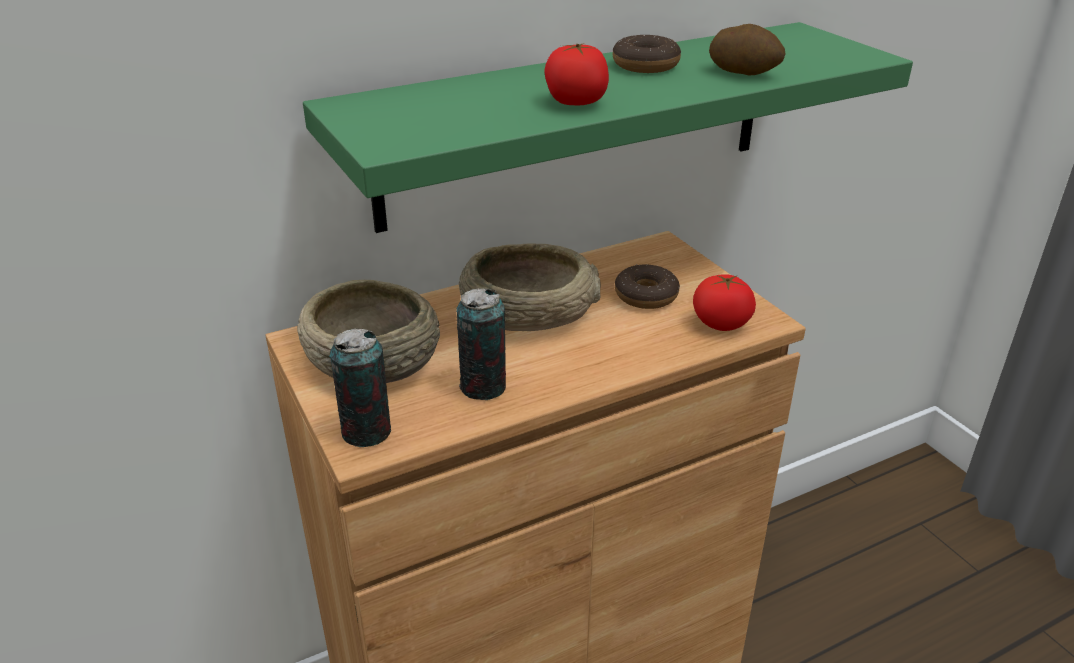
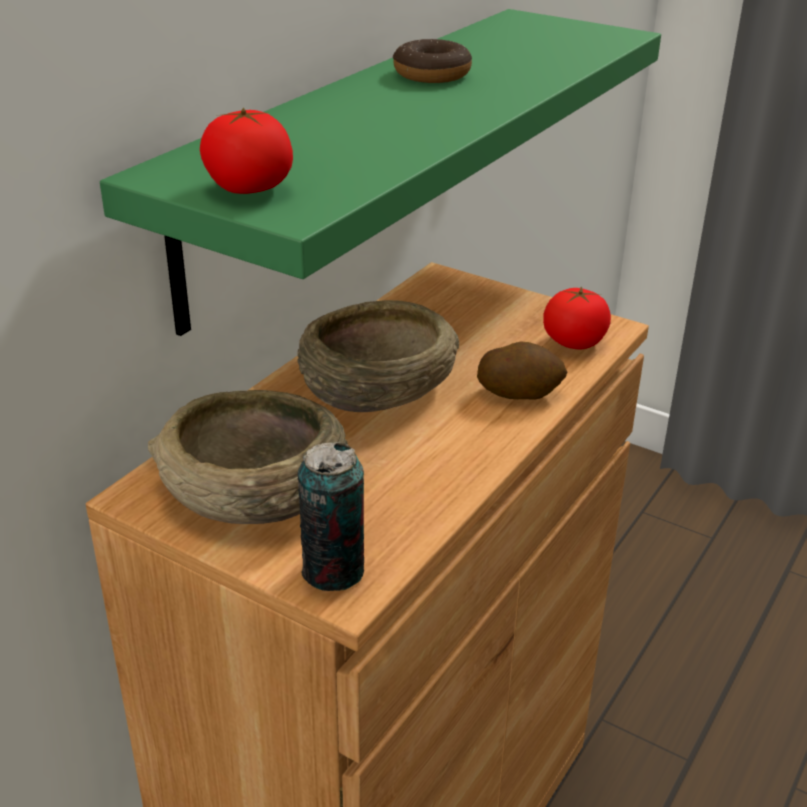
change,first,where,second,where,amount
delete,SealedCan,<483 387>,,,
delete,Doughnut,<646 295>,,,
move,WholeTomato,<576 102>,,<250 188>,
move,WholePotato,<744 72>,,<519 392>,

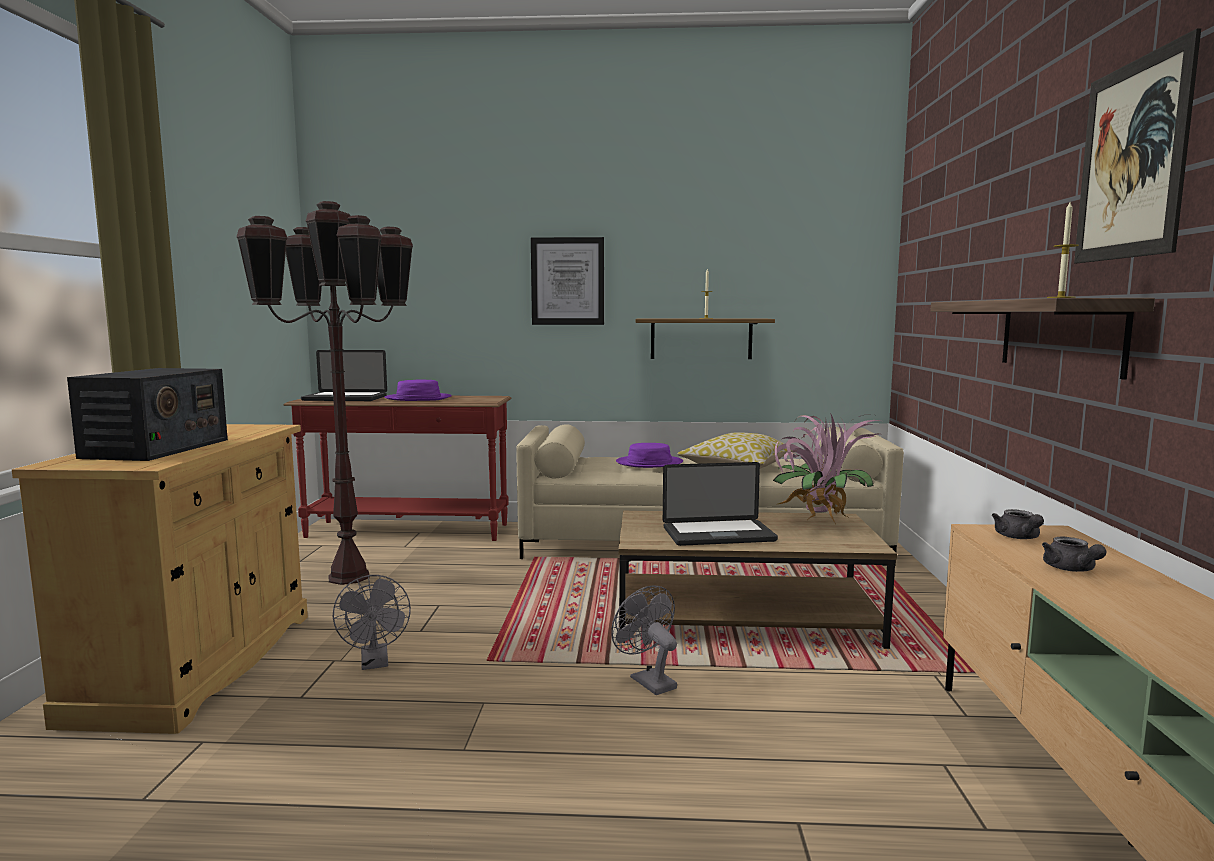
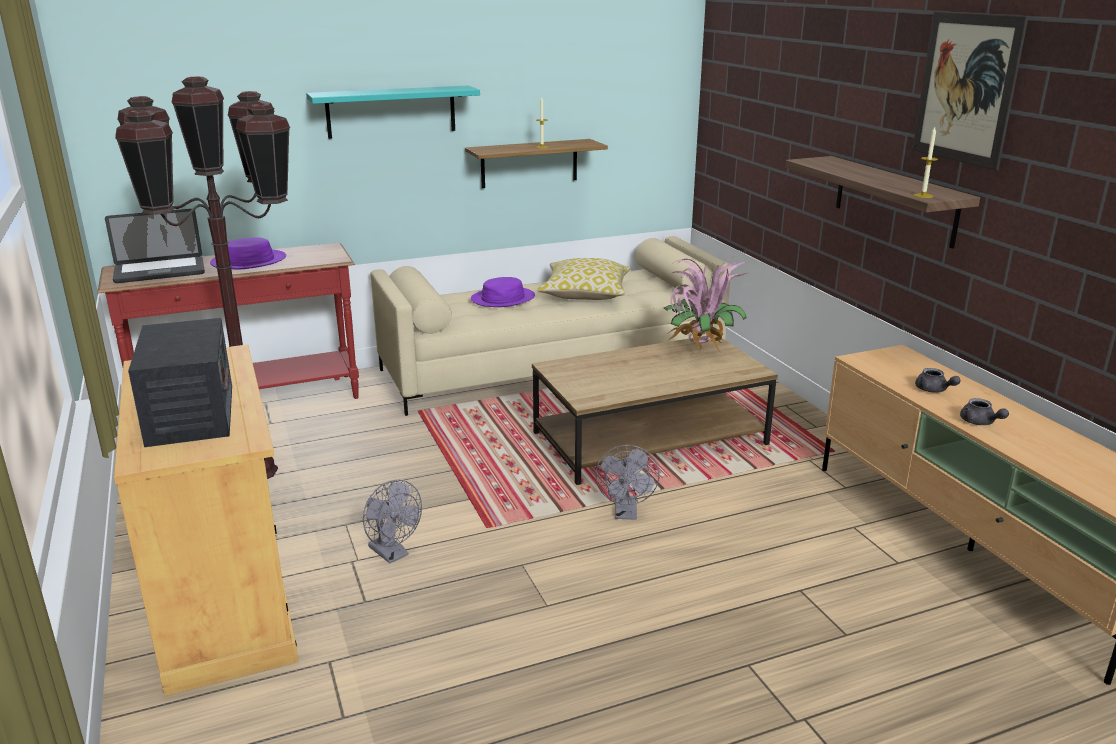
change,first,where,second,where,amount
delete,Laptop,<718 534>,,,
move,GreyishPotForTea,<1018 537>,,<980 423>,
replace,WallPicture,<567 281>,BlueGreenWallShelf,<391 111>,
rotate,GreyishElectricFan,<648 680>,,<626 513>,120 degrees counterclockwise

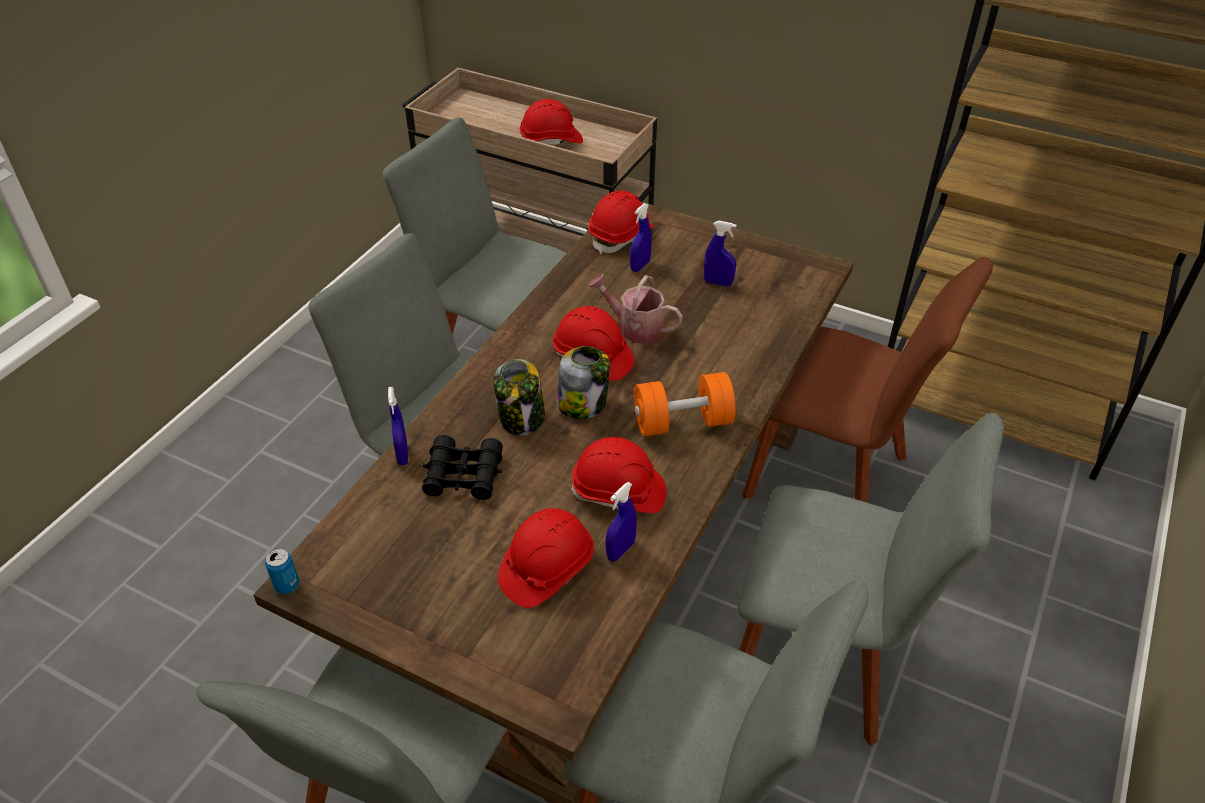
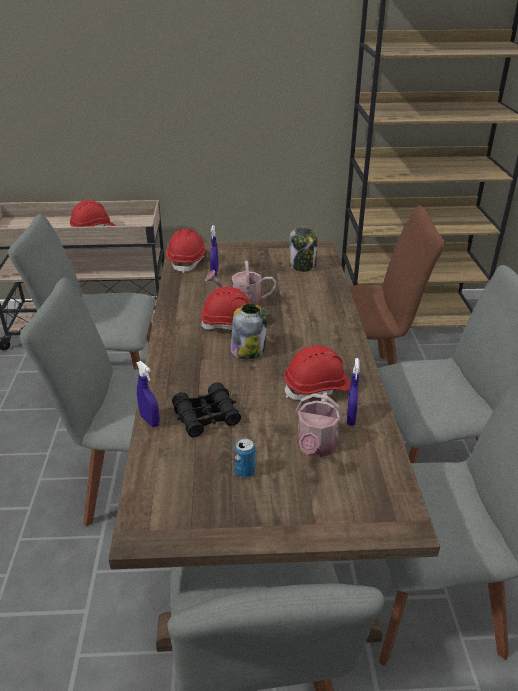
change,first,where,second,where,amount
delete,OrangeFreeWeight,<682 422>,,,
delete,BlueHandSprayer,<718 283>,,,
move,SealedCan,<287 585>,,<245 471>,
move,Jar,<522 419>,,<302 265>,
replace,ReddishHardHat,<546 569>,WateringPot,<315 447>,

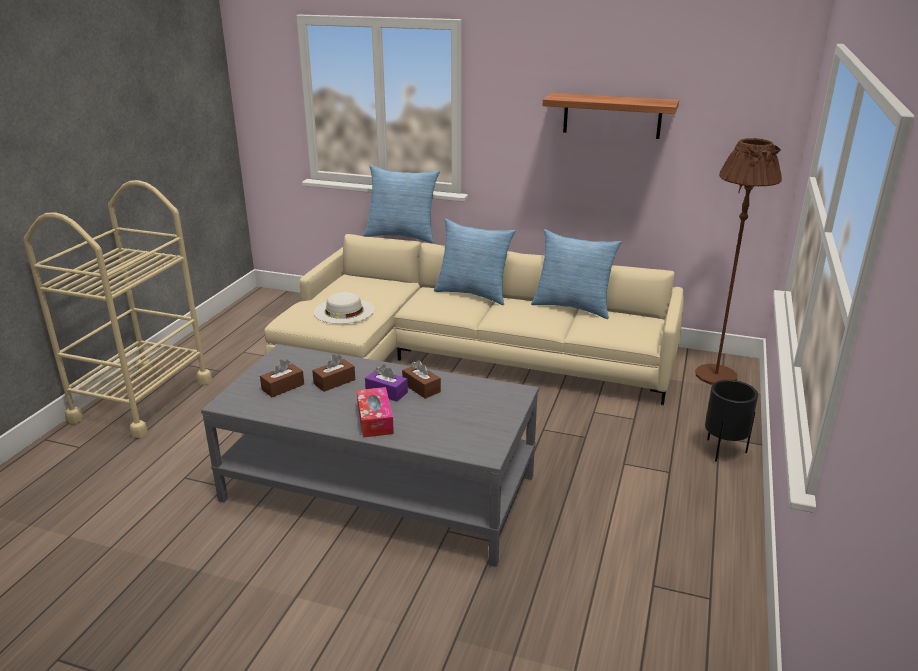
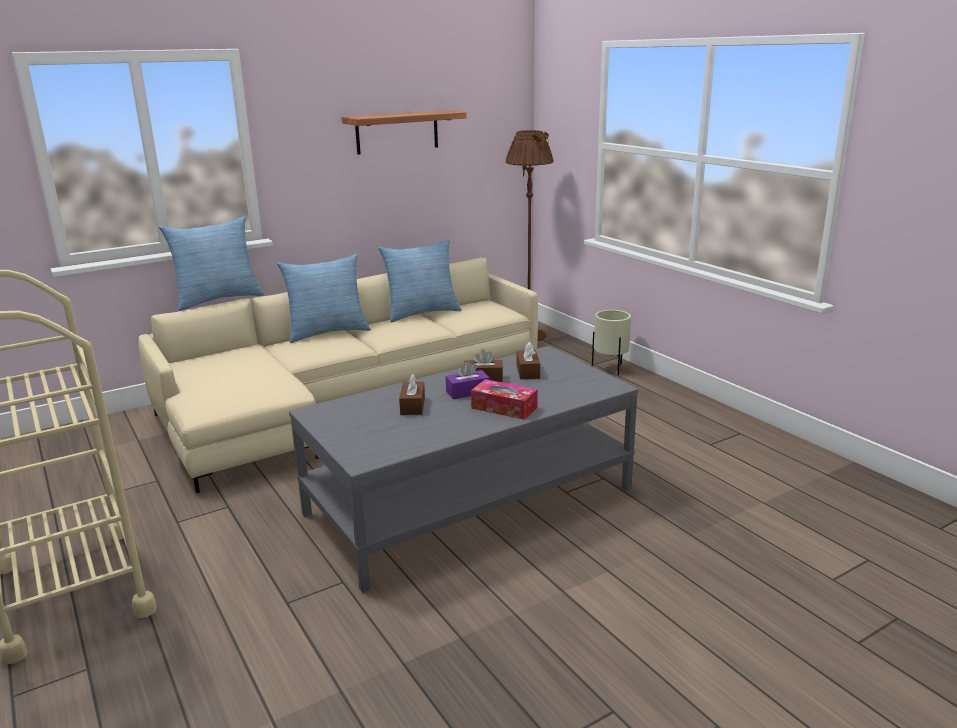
change,first,where,second,where,amount
delete,WhitishClothingHat,<344 311>,,,
move,BrownColouredTissueHolder,<283 387>,,<528 371>,
recolor,BlackColouredPlanter,<723 451>,BeigeColouredPlanter,<610 369>,

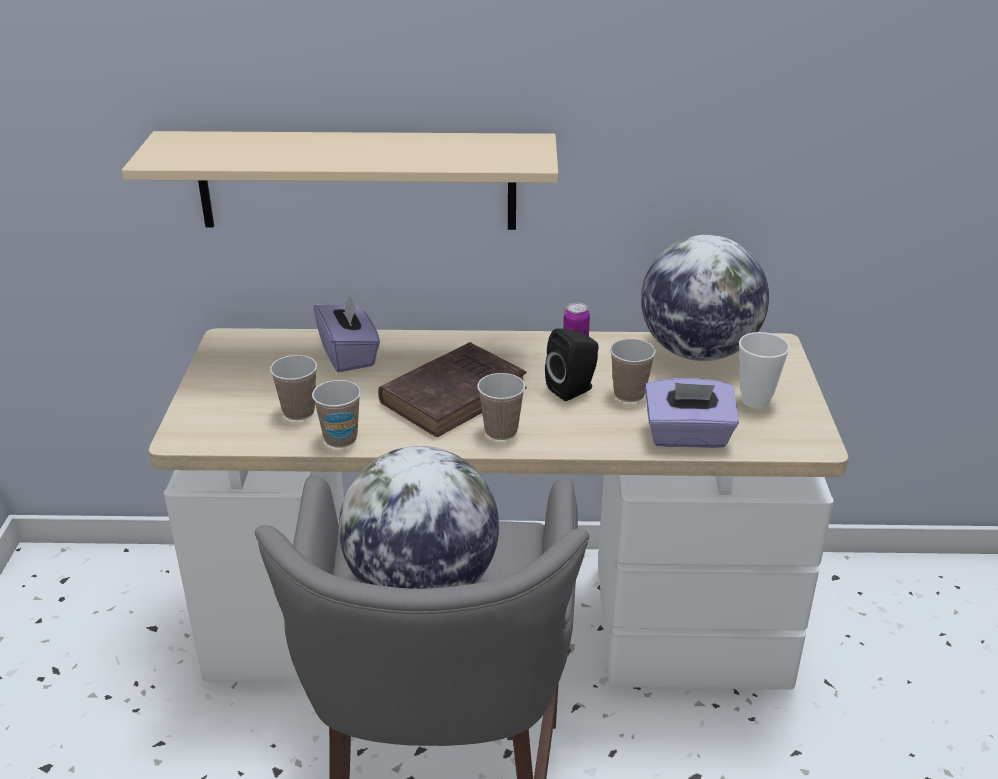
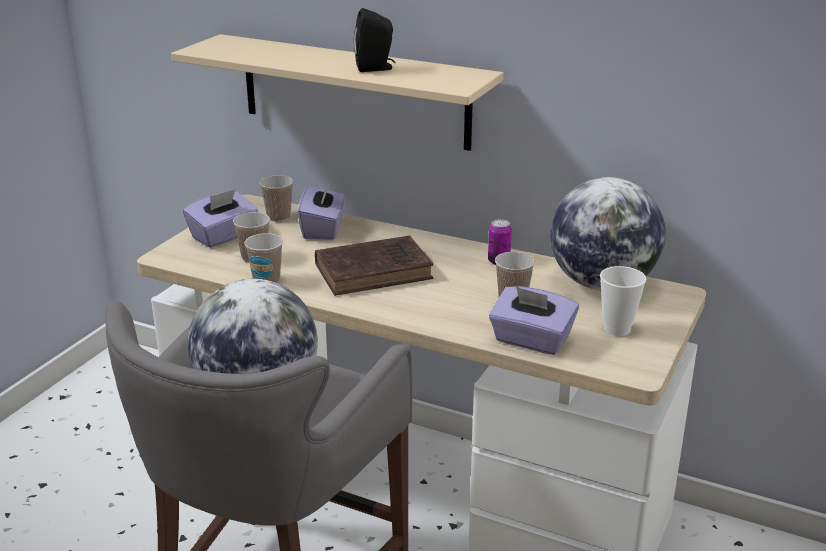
change,first,where,second,where,amount
insert,,,PurplishTissueHolder,<223 236>,
move,SmallCup,<501 431>,,<278 217>,
move,BlackColouredSpeaker,<573 389>,,<376 68>,

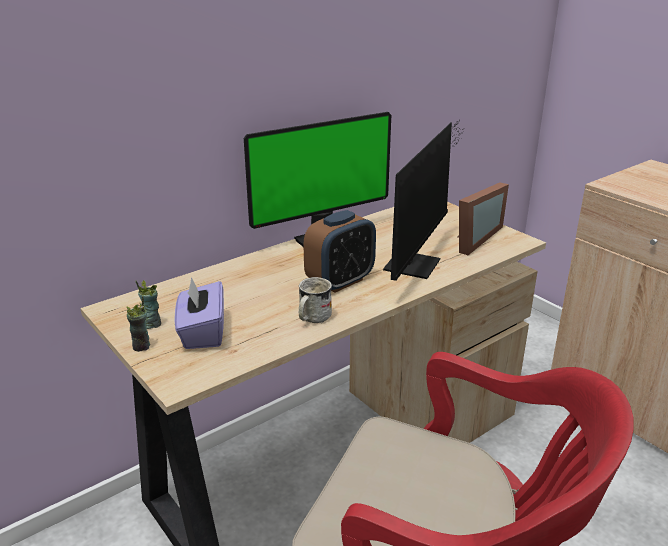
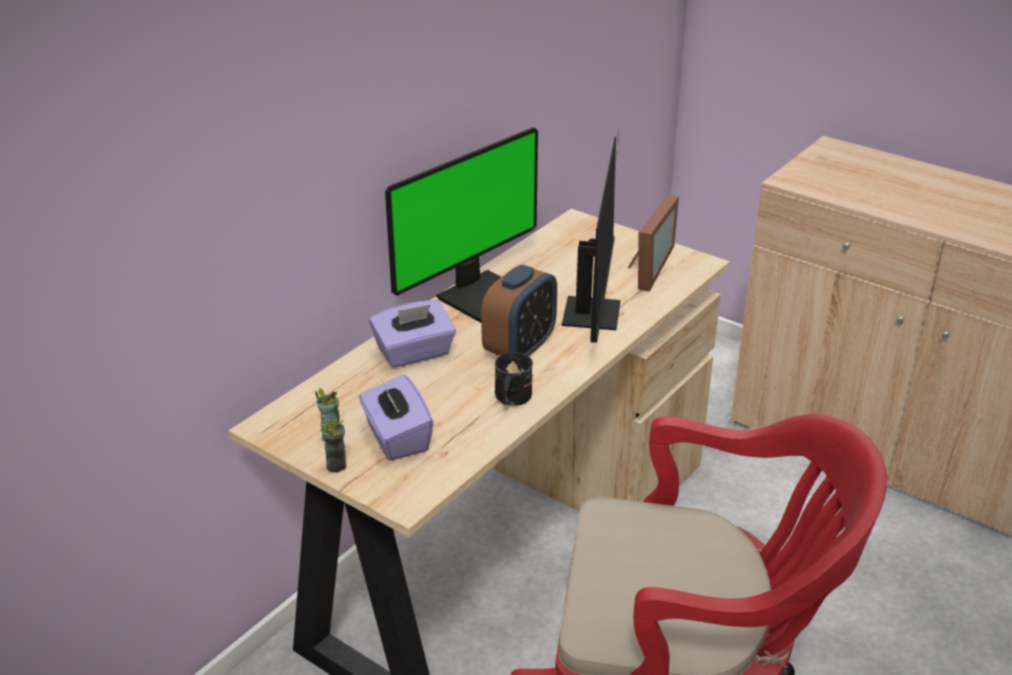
change,first,where,second,where,amount
insert,,,PurplishTissueHolder,<414 353>,
recolor,WhitishMug,<312 318>,BlackColouredMug,<511 400>,

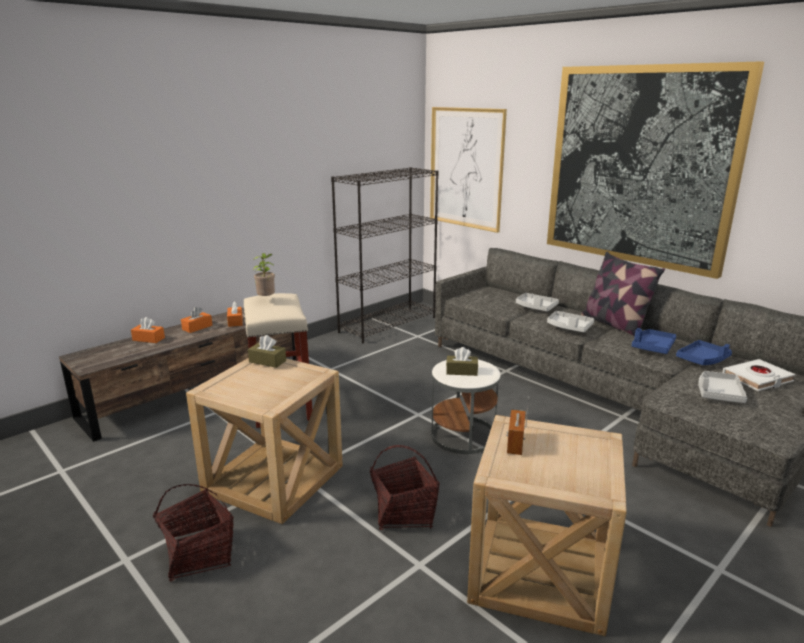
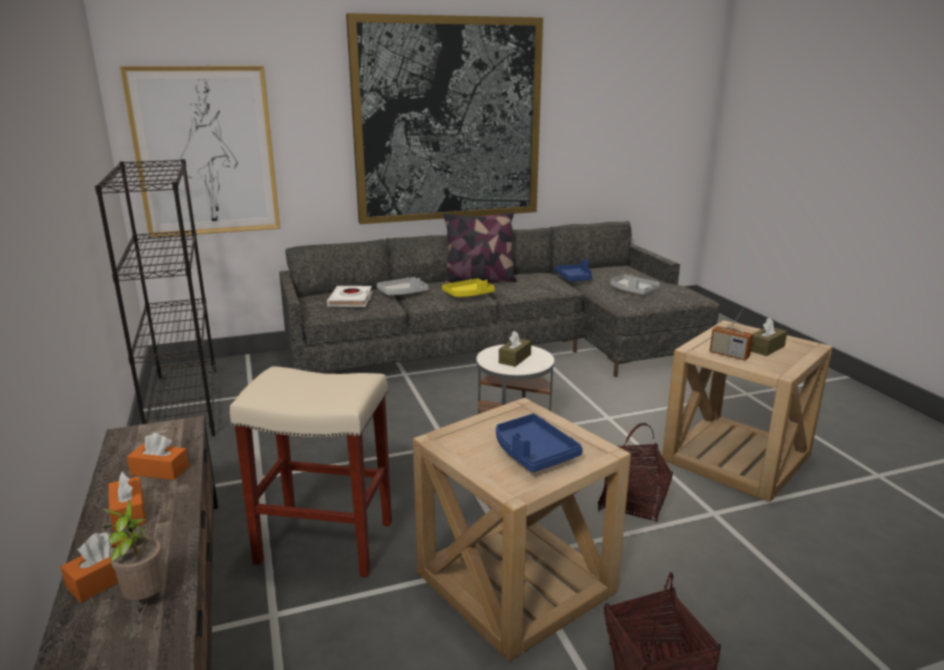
change,first,where,second,where,amount
move,BrownColouredTissueHolder,<267 361>,,<766 348>,
move,PottedPlant,<266 299>,,<144 599>,
move,BlueTray,<653 347>,,<533 453>,
move,WhitishBook,<757 379>,,<351 300>,
recolor,GreyishTray,<569 327>,YellowColouredTray,<468 295>,

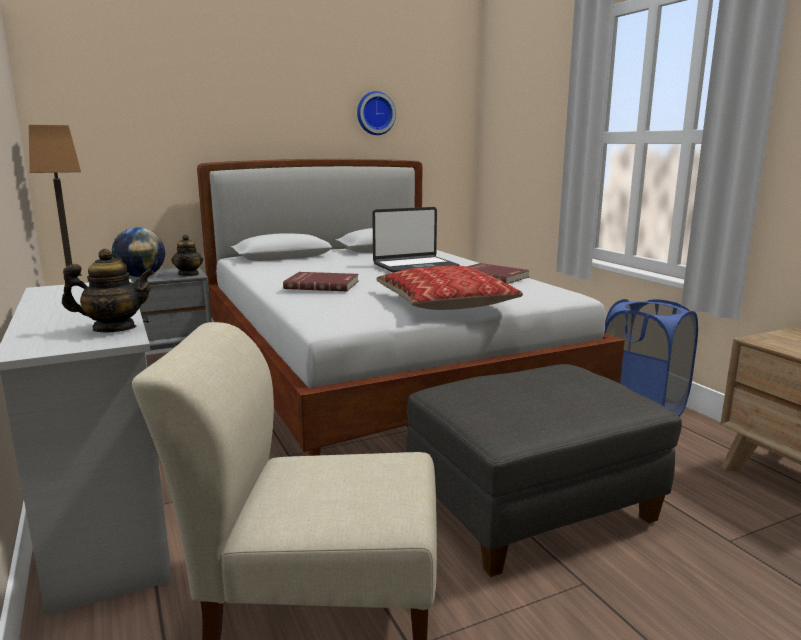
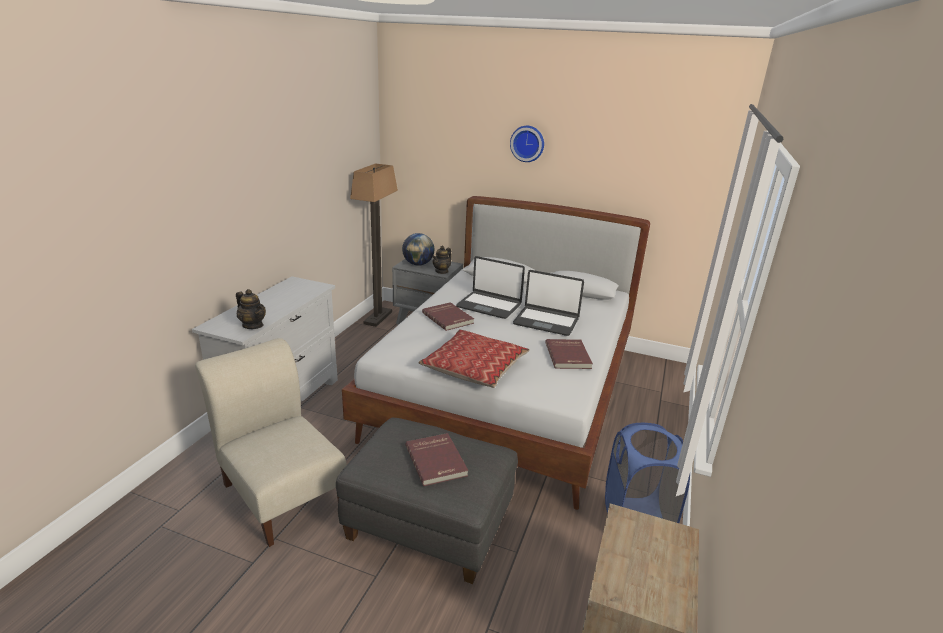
change,first,where,second,where,amount
insert,,,ReddishBook,<437 461>,
insert,,,Laptop,<489 305>,
move,WallClock,<375 113>,,<527 143>,

